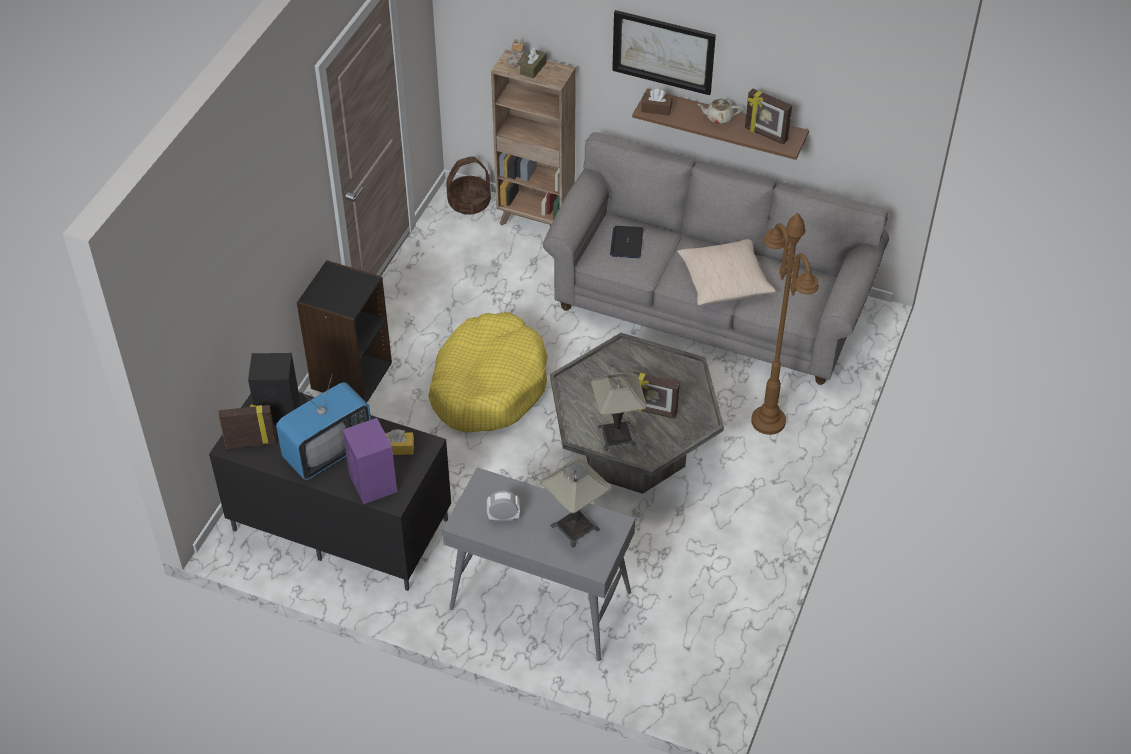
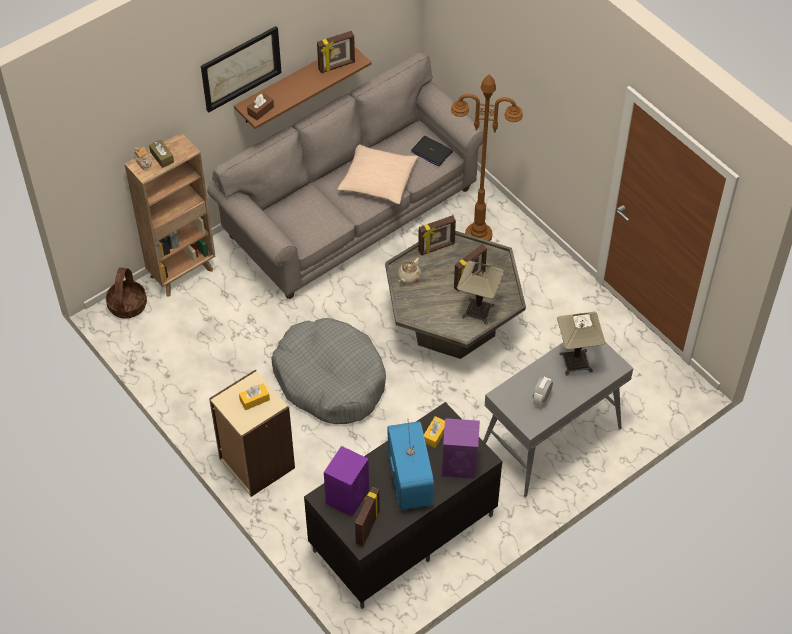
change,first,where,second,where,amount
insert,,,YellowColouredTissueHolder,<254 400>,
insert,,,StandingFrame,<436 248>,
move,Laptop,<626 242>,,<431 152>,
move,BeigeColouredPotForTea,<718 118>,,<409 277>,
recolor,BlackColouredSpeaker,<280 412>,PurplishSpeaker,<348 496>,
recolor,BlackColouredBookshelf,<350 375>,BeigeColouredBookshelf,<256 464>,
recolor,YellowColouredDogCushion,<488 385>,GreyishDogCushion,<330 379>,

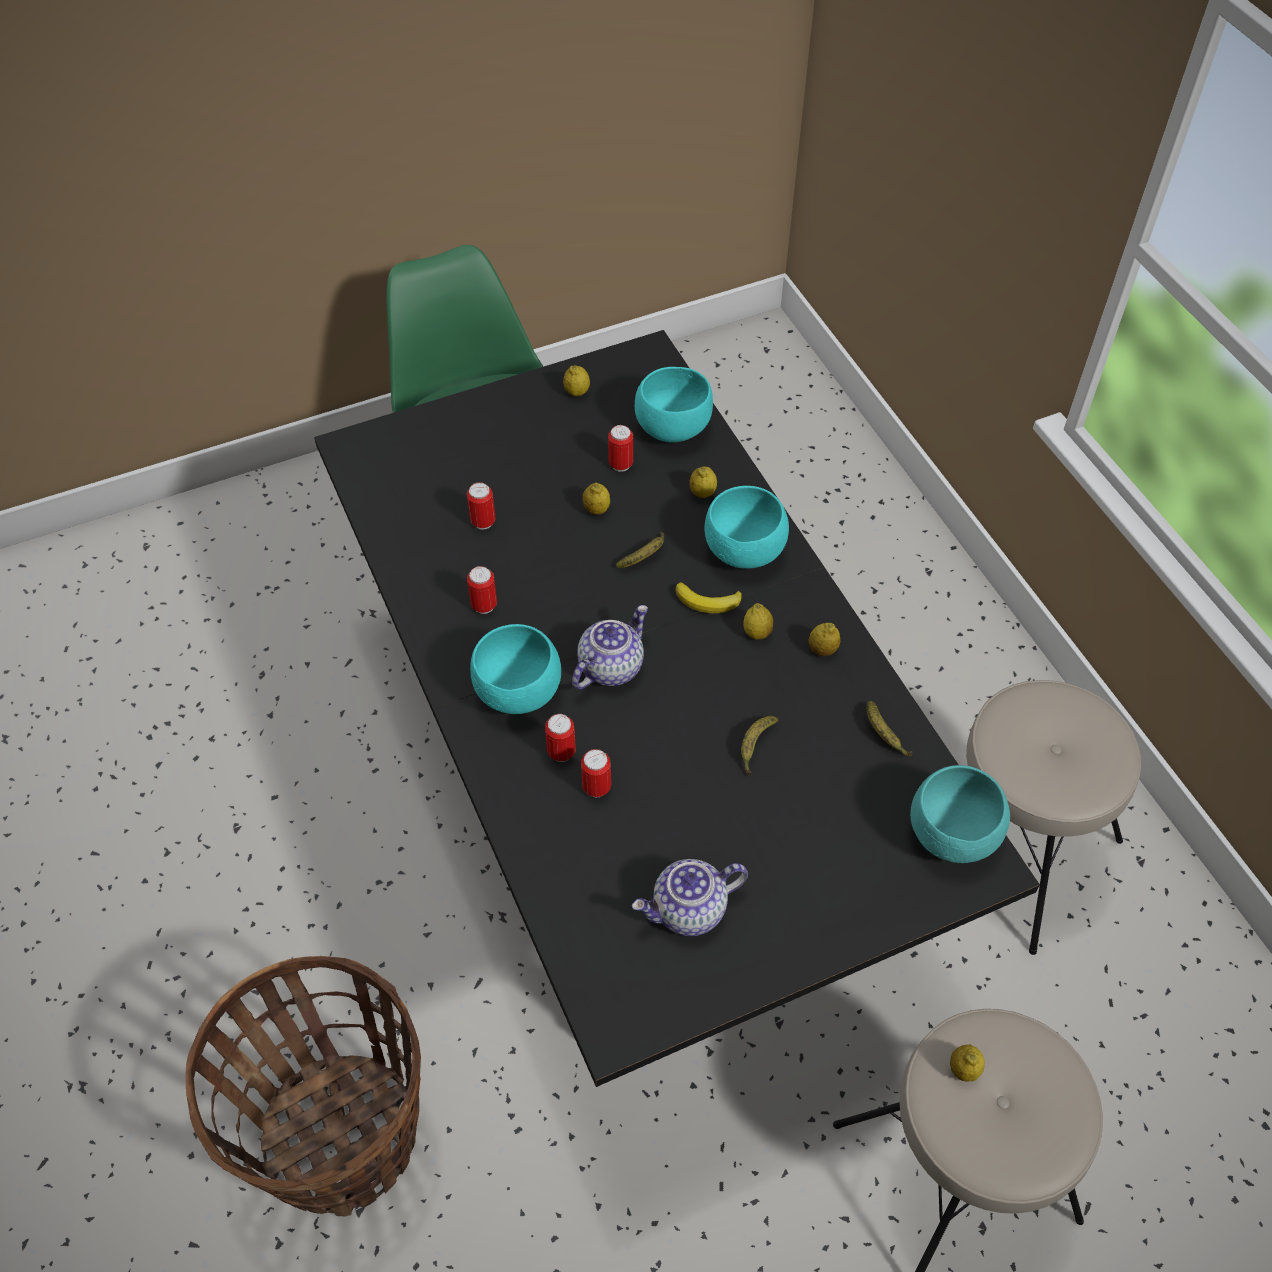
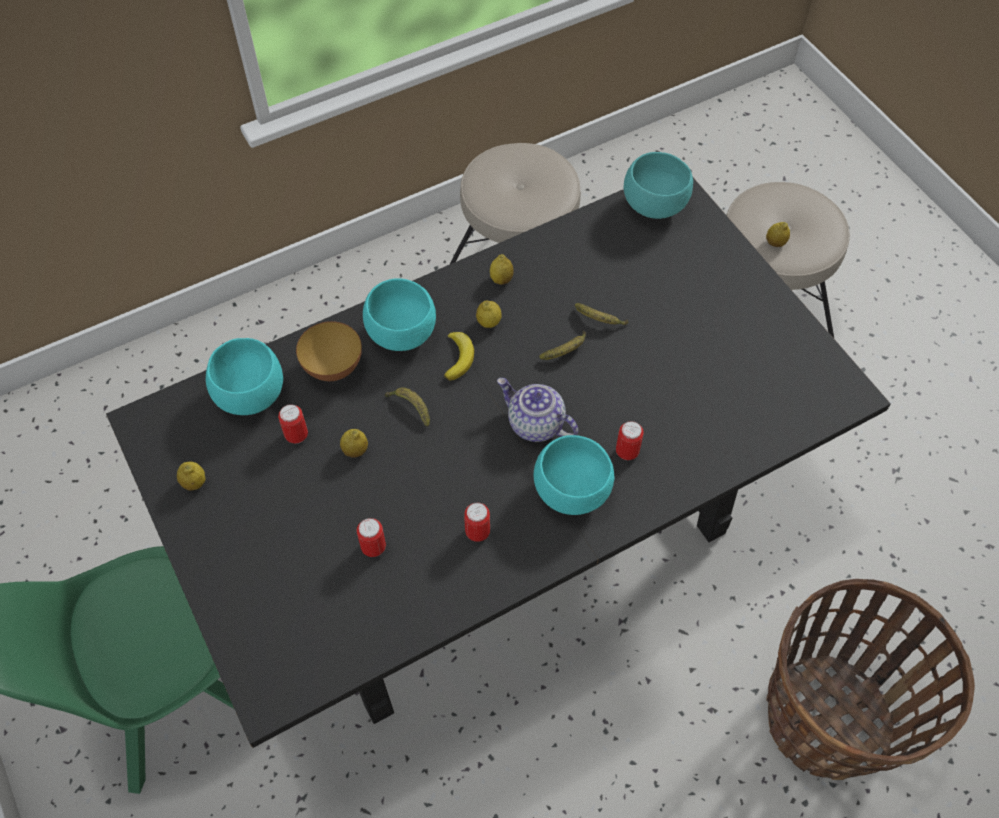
change,first,where,second,where,amount
delete,SealedCan,<596 787>,,,
delete,PotForTea,<689 911>,,,
move,Banana,<883 734>,,<566 351>,
replace,CitrusFruit,<702 493>,ServingBowl,<333 368>,

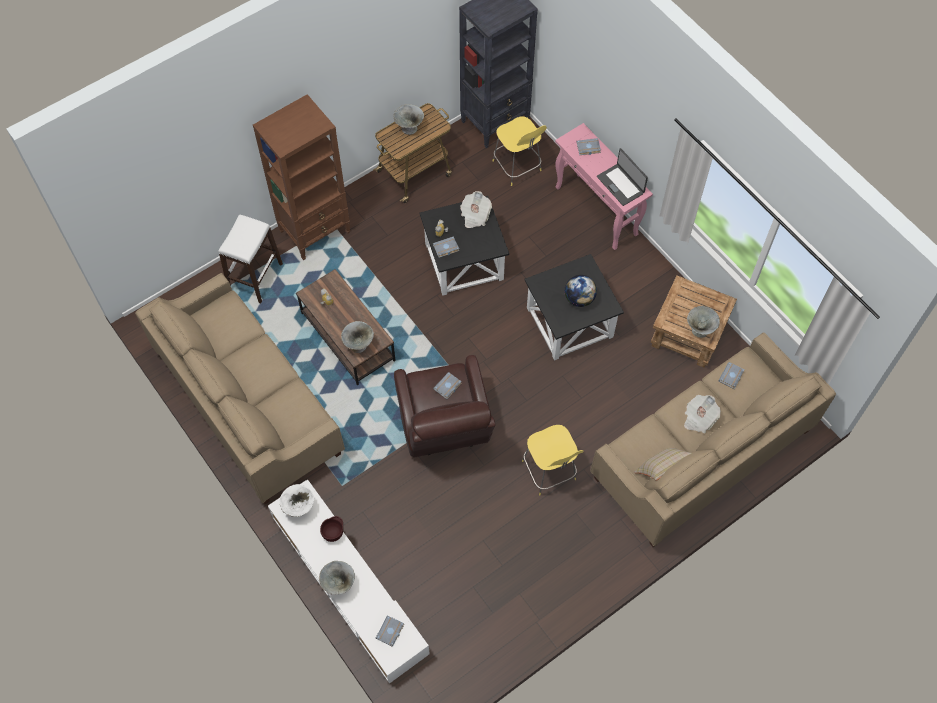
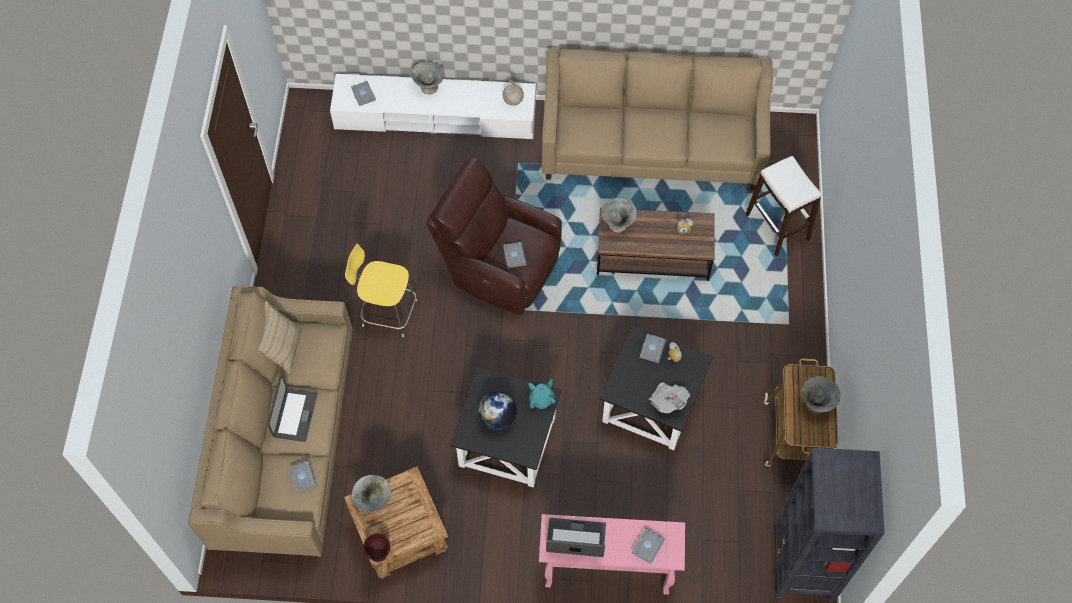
change,first,where,second,where,amount
delete,BrownColouredBookshelf,<315 231>,,,
delete,YellowColouredStoolSeat,<517 167>,,,
insert,,,BlueGreenPotForTea,<541 399>,
move,BrownColouredServingBowl,<334 533>,,<378 553>,
replace,WhitishServingBowl,<299 508>,WorldGlobe,<513 101>,
replace,DailyPaper,<699 418>,Laptop,<294 415>,

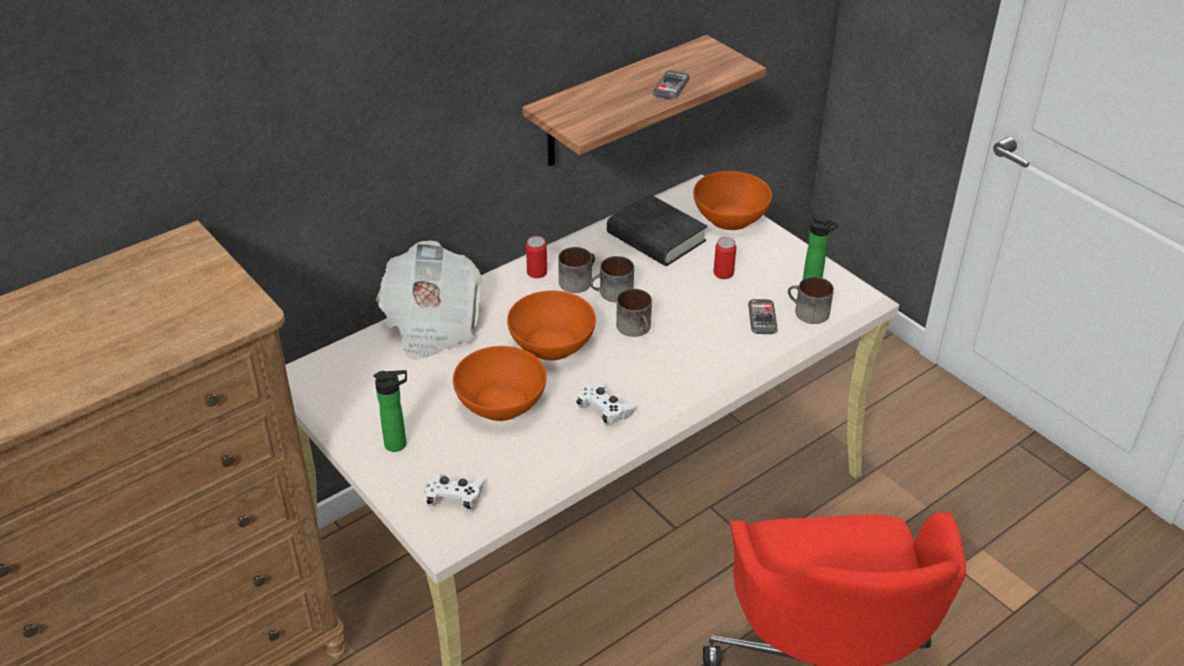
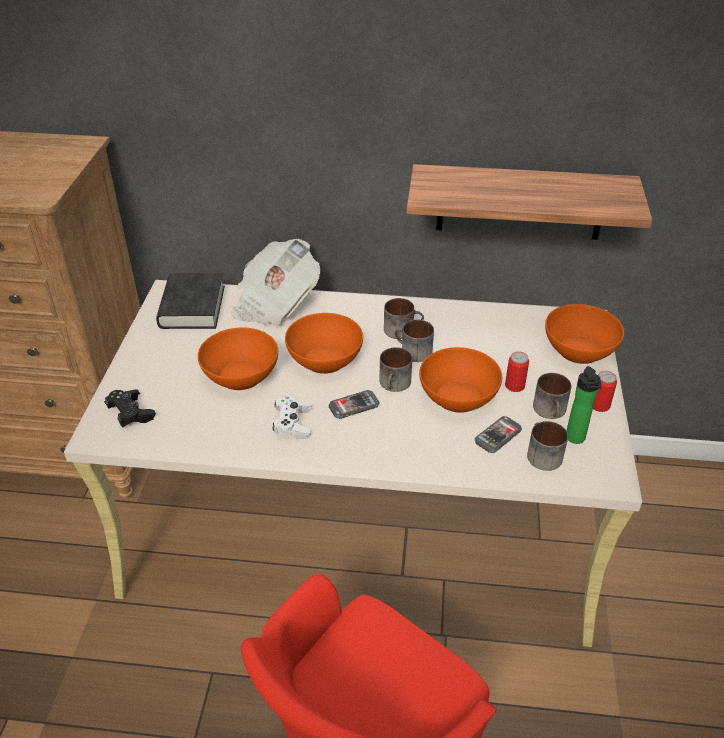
change,first,where,second,where,amount
delete,Bottle,<399 444>,,,
insert,,,OrangeServingBowl,<458 397>,
insert,,,Mug,<552 411>,
move,SealedCan,<537 272>,,<599 405>,
move,BlackColouredBook,<656 237>,,<192 307>,
move,Handset,<671 86>,,<354 405>,
recolor,WhitishGamepad,<454 498>,BlackColouredGamepad,<131 414>,

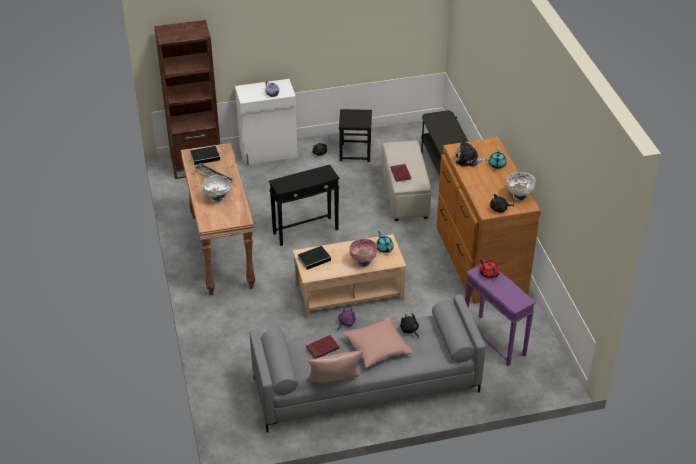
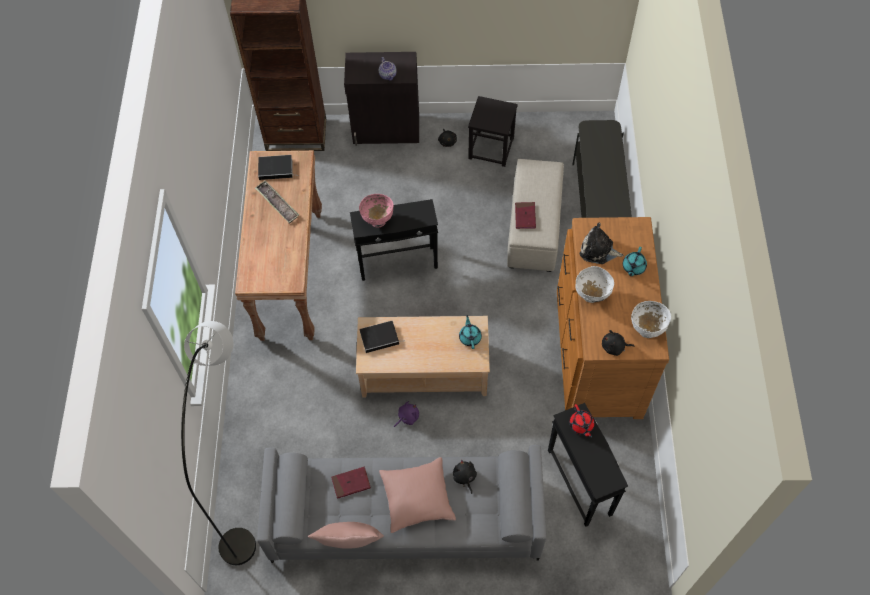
change,first,where,second,where,amount
insert,,,GreyishStandingLamp,<243 480>,
move,WhitishServingBowl,<217 199>,,<591 295>,
move,PinkColouredServingBowl,<363 262>,,<378 220>,
recolor,WhitishCupboard,<269 153>,BlackColouredCupboard,<386 130>,
recolor,PurplishSideTable,<494 339>,BlackColouredSideTable,<579 481>,

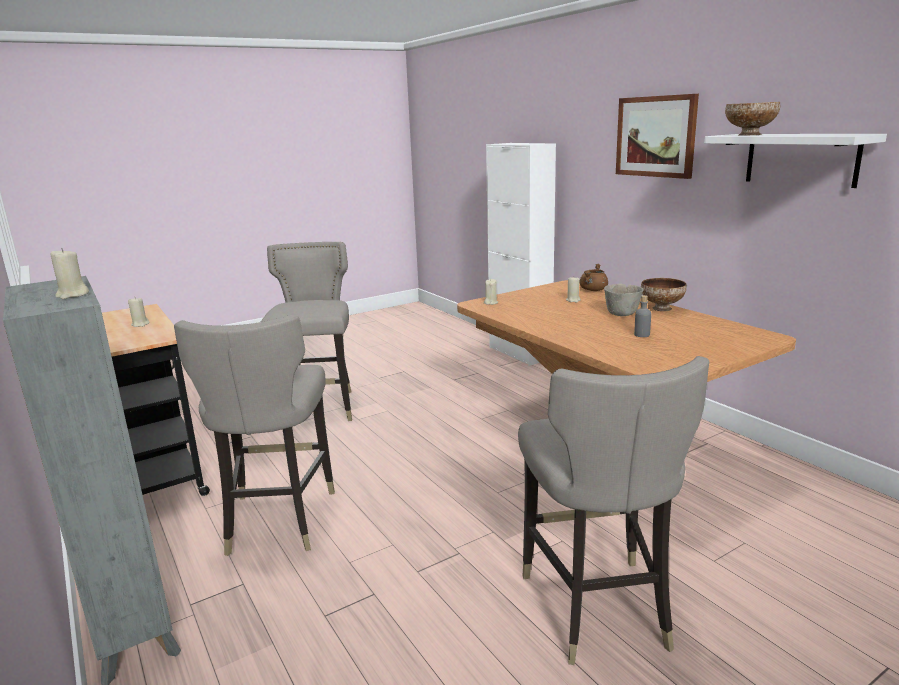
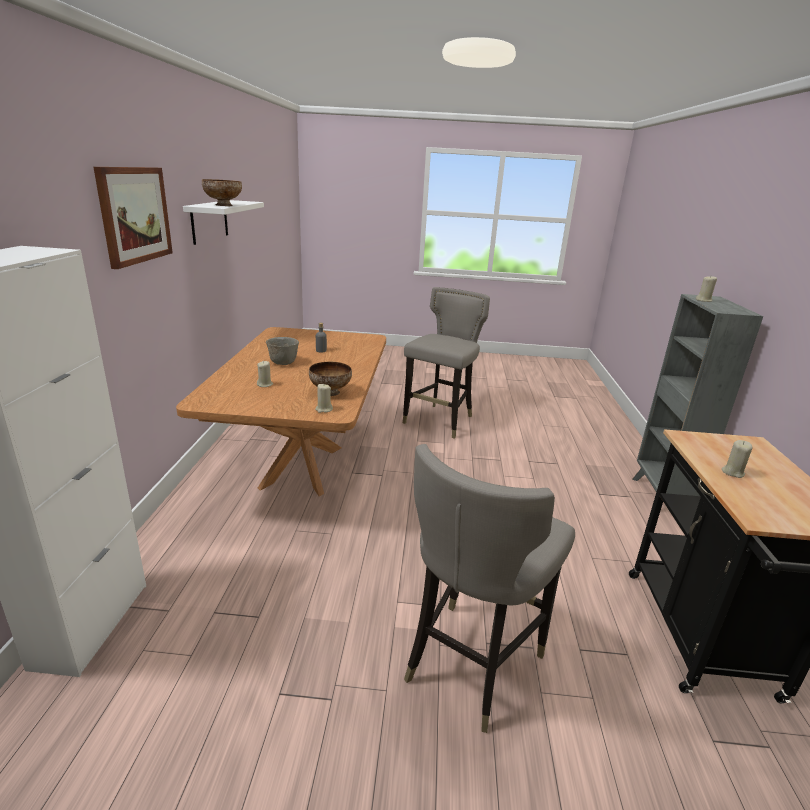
change,first,where,second,where,amount
delete,GreyishStoolSeat,<277 522>,,,
delete,BrownColouredSaucepot,<593 290>,,,
move,ServingBowl,<662 308>,,<330 392>,

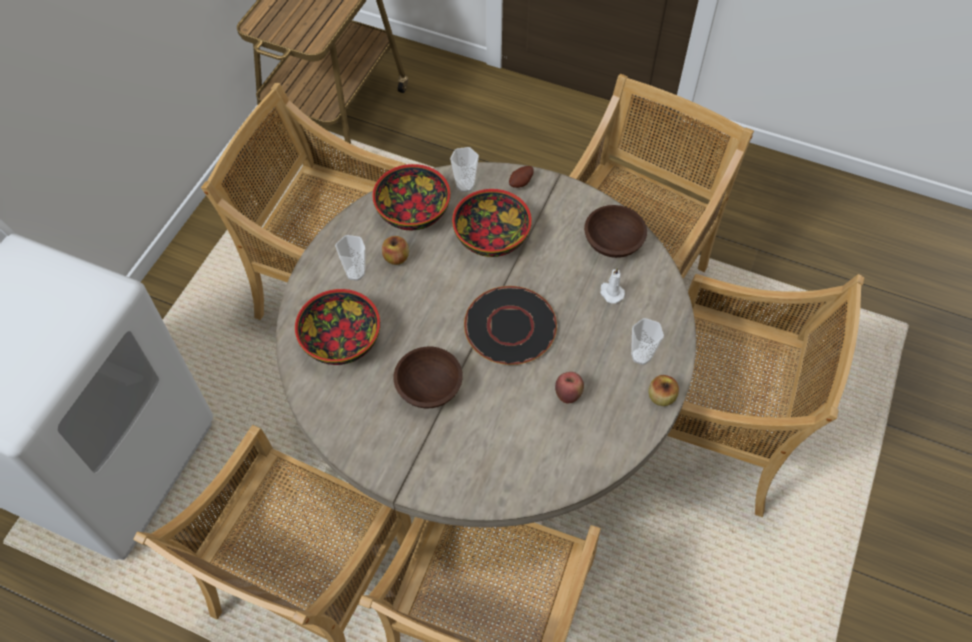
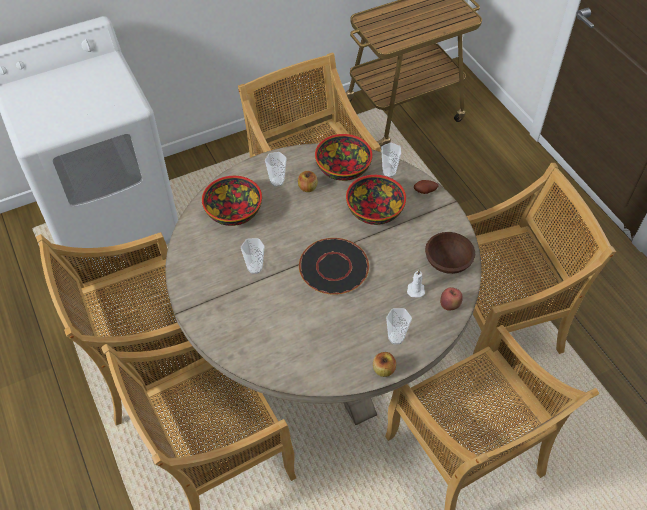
change,first,where,second,where,amount
move,WholeApple,<568 394>,,<449 305>,
replace,BrownColouredServingBowl,<429 386>,SmallCup,<255 268>,

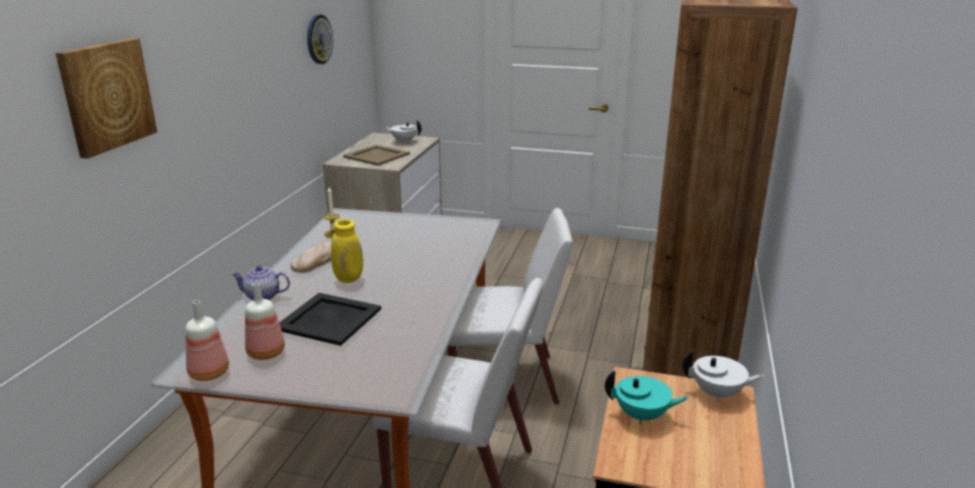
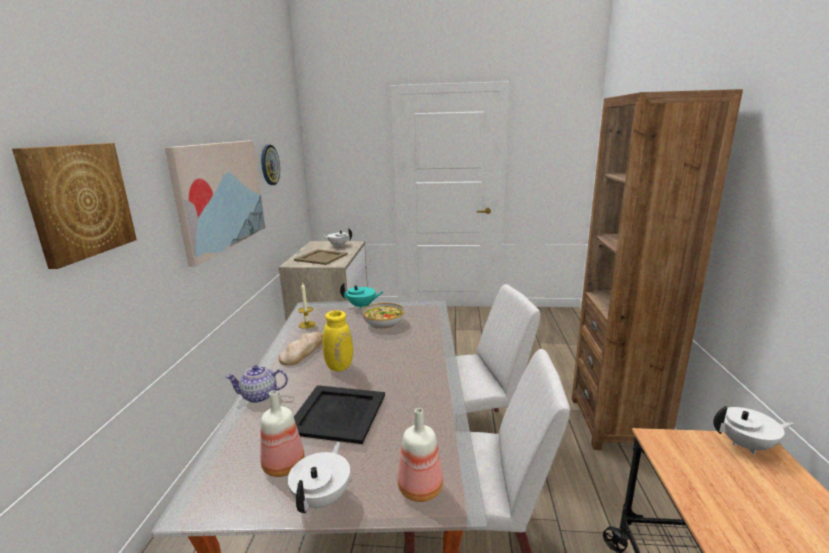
change,first,where,second,where,amount
insert,,,WallPicture,<220 195>,
insert,,,WhitishPotForTea,<323 498>,
insert,,,ServingBowl,<383 323>,
move,Bottle,<209 374>,,<421 489>,
move,BlueGreenPotForTea,<642 416>,,<362 306>,

